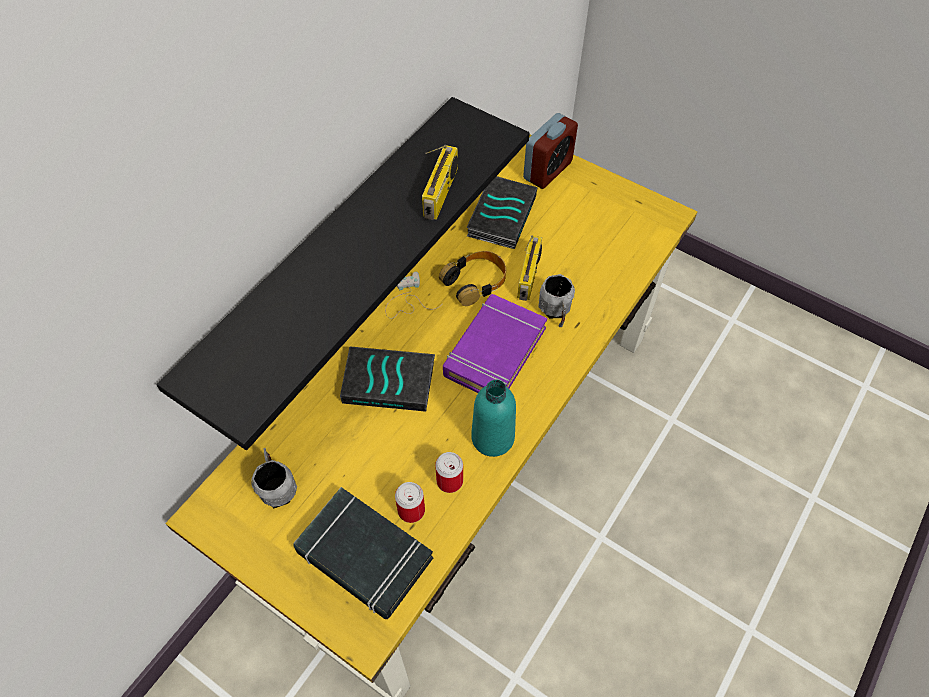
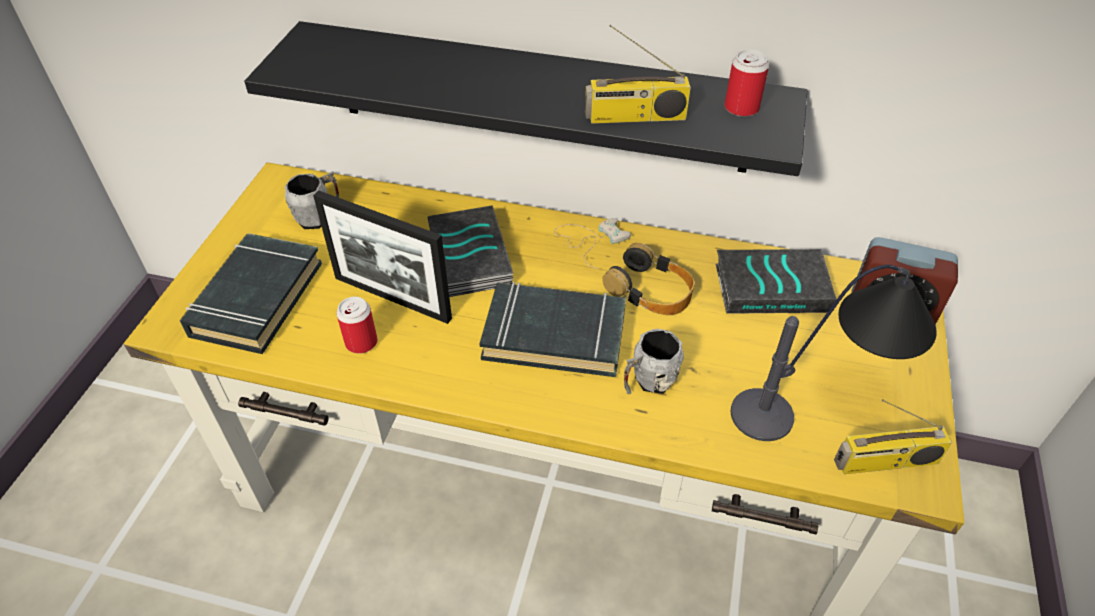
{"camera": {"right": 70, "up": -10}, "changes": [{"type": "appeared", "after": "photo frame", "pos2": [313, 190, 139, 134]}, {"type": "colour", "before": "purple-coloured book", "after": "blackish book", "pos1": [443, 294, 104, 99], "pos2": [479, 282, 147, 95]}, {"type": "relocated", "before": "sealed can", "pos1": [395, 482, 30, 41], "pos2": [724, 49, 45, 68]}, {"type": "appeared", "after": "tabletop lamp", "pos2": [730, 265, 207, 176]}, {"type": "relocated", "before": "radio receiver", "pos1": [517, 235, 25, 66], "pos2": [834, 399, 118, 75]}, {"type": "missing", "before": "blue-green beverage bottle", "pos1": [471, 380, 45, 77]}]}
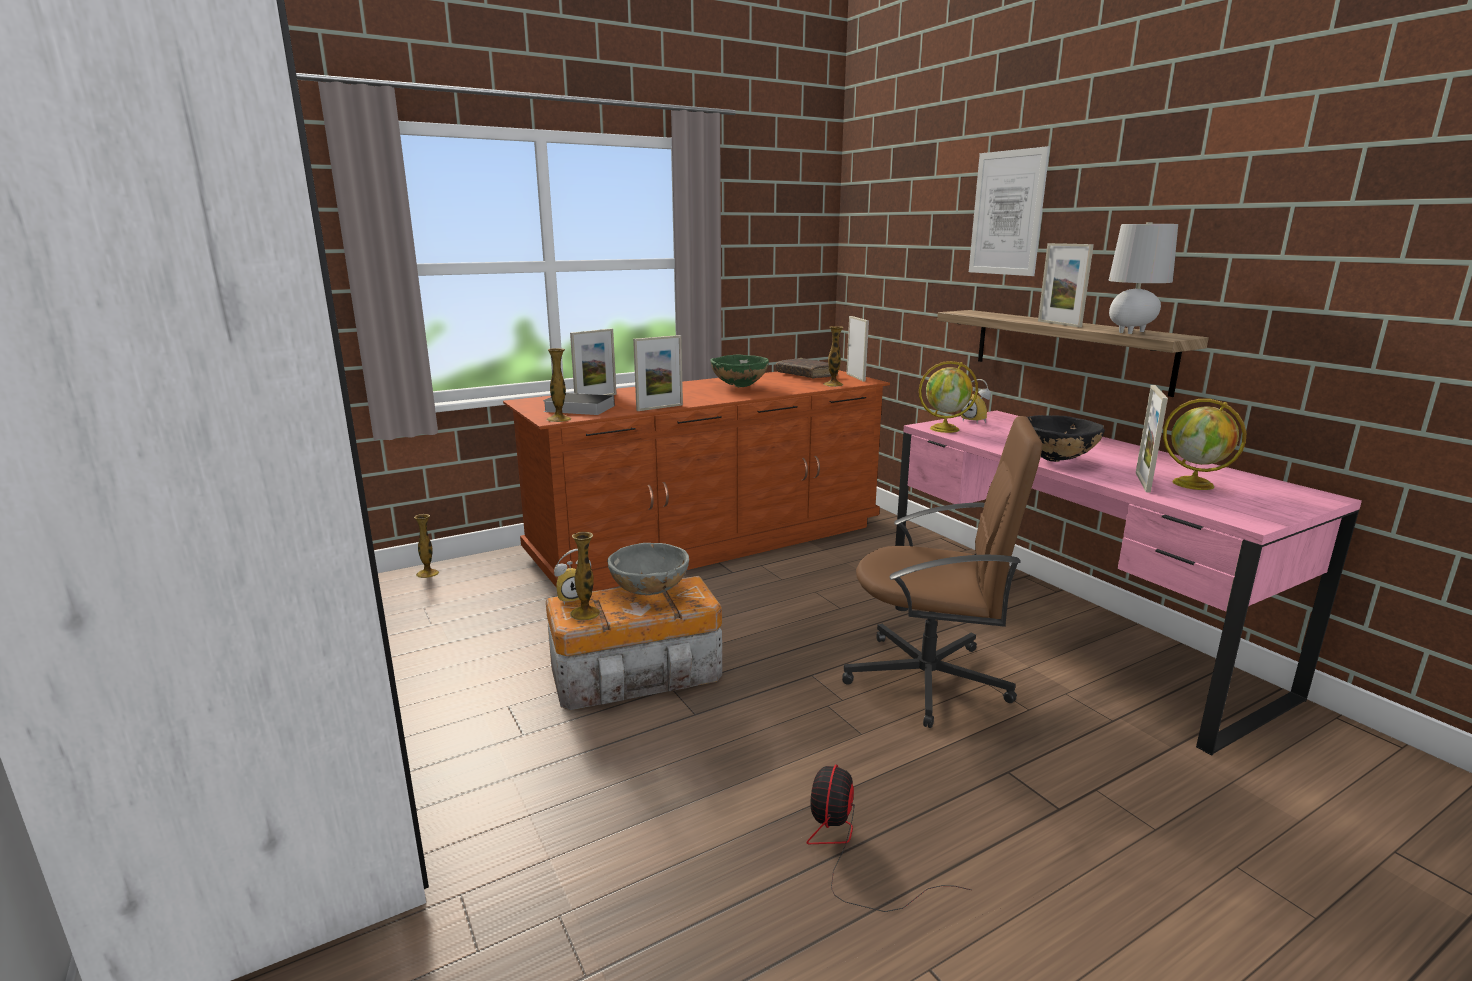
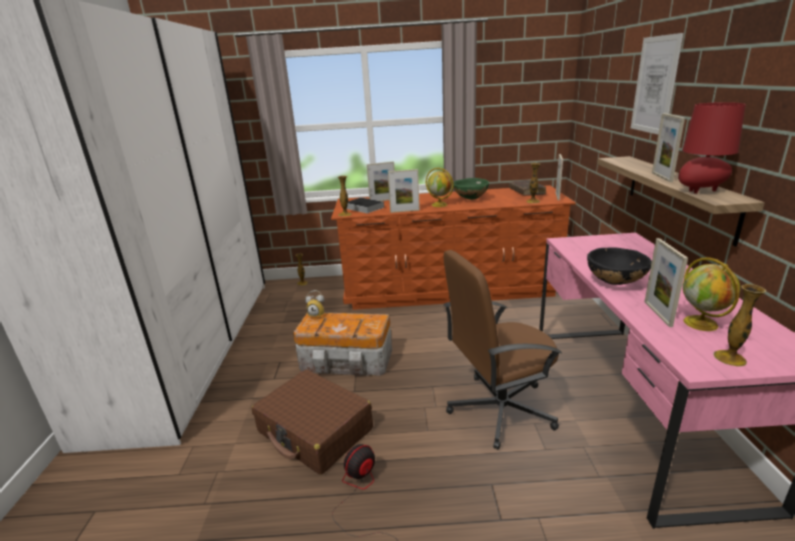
{"camera": {"right": 30, "up": 5}, "changes": [{"type": "appeared", "after": "brown travel case", "pos2": [252, 370, 121, 105]}, {"type": "relocated", "before": "globe", "pos1": [919, 361, 59, 72], "pos2": [426, 168, 28, 39]}, {"type": "spun", "before": "brown desk chair", "pos1": [842, 416, 200, 312], "pos2": [444, 250, 118, 200], "turn": 120}, {"type": "spun", "before": "photo frame", "pos1": [1136, 385, 32, 108], "pos2": [644, 238, 44, 89], "turn": -45}, {"type": "colour", "before": "greyish tabletop lamp", "after": "red-coloured tabletop lamp", "pos1": [1108, 222, 70, 112], "pos2": [678, 102, 68, 91]}, {"type": "relocated", "before": "vase", "pos1": [570, 532, 30, 88], "pos2": [713, 284, 53, 83]}, {"type": "missing", "before": "greyish bowl", "pos1": [607, 543, 82, 52]}, {"type": "missing", "before": "alarm clock", "pos1": [961, 379, 30, 44]}]}
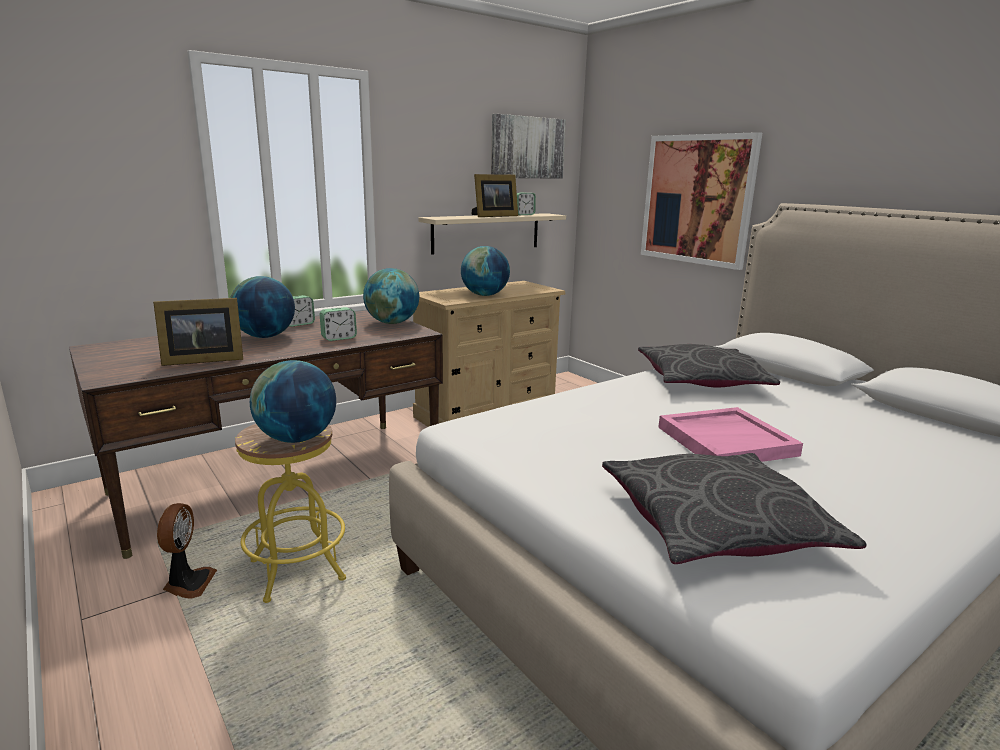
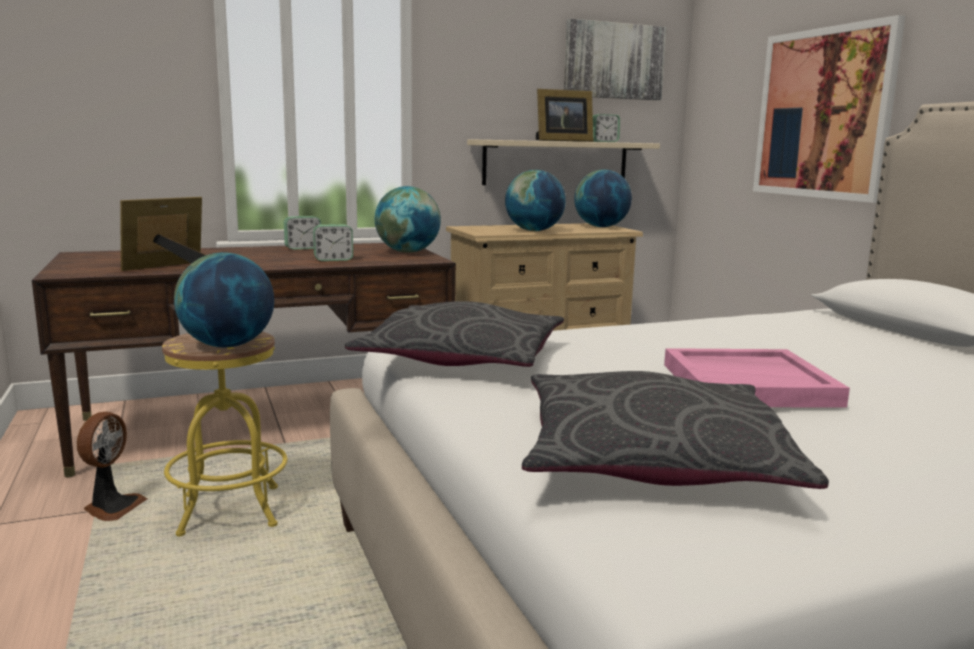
{"camera": {"right": 15, "up": -5}, "changes": [{"type": "spun", "before": "photo frame", "pos1": [153, 298, 90, 68], "pos2": [120, 197, 86, 74], "turn": 135}, {"type": "relocated", "before": "greyish cushion", "pos1": [638, 344, 142, 43], "pos2": [345, 301, 219, 66]}, {"type": "relocated", "before": "globe", "pos1": [230, 276, 65, 62], "pos2": [574, 170, 58, 57]}]}
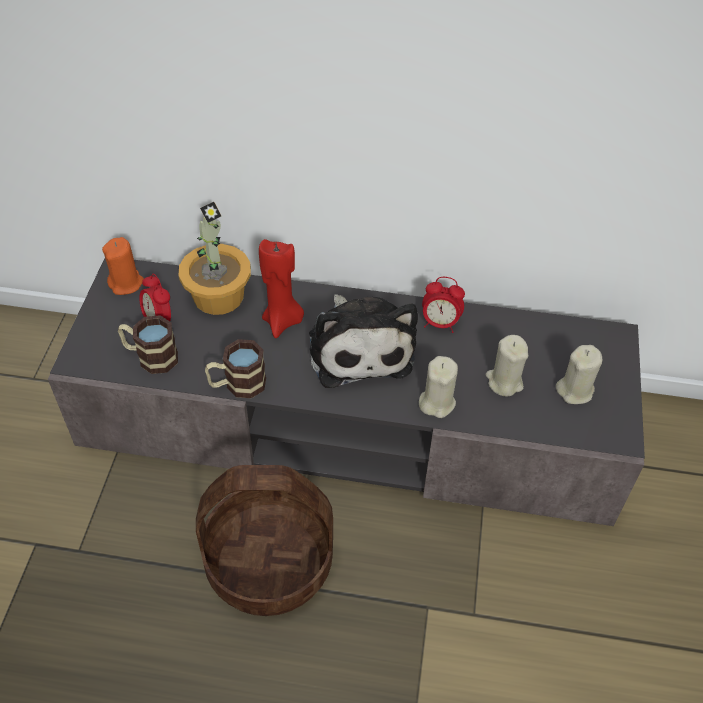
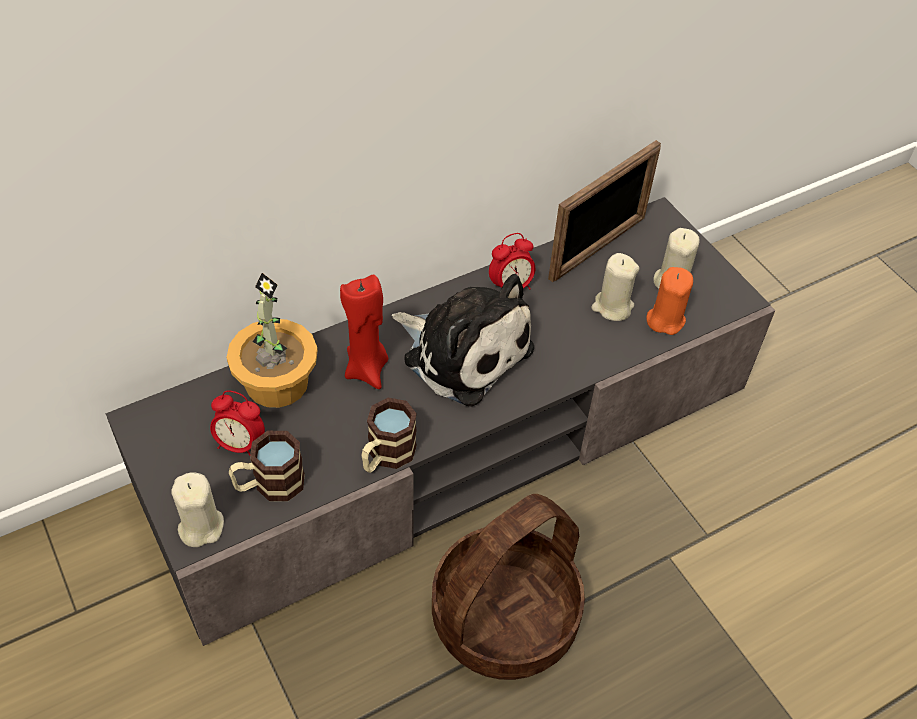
{"camera": {"right": -40, "up": 0}, "changes": [{"type": "relocated", "before": "beige wax candle", "pos1": [419, 356, 39, 62], "pos2": [172, 472, 52, 75]}, {"type": "appeared", "after": "photo frame", "pos2": [548, 140, 113, 142]}, {"type": "relocated", "before": "orange wax candle", "pos1": [102, 237, 42, 58], "pos2": [646, 267, 47, 68]}]}
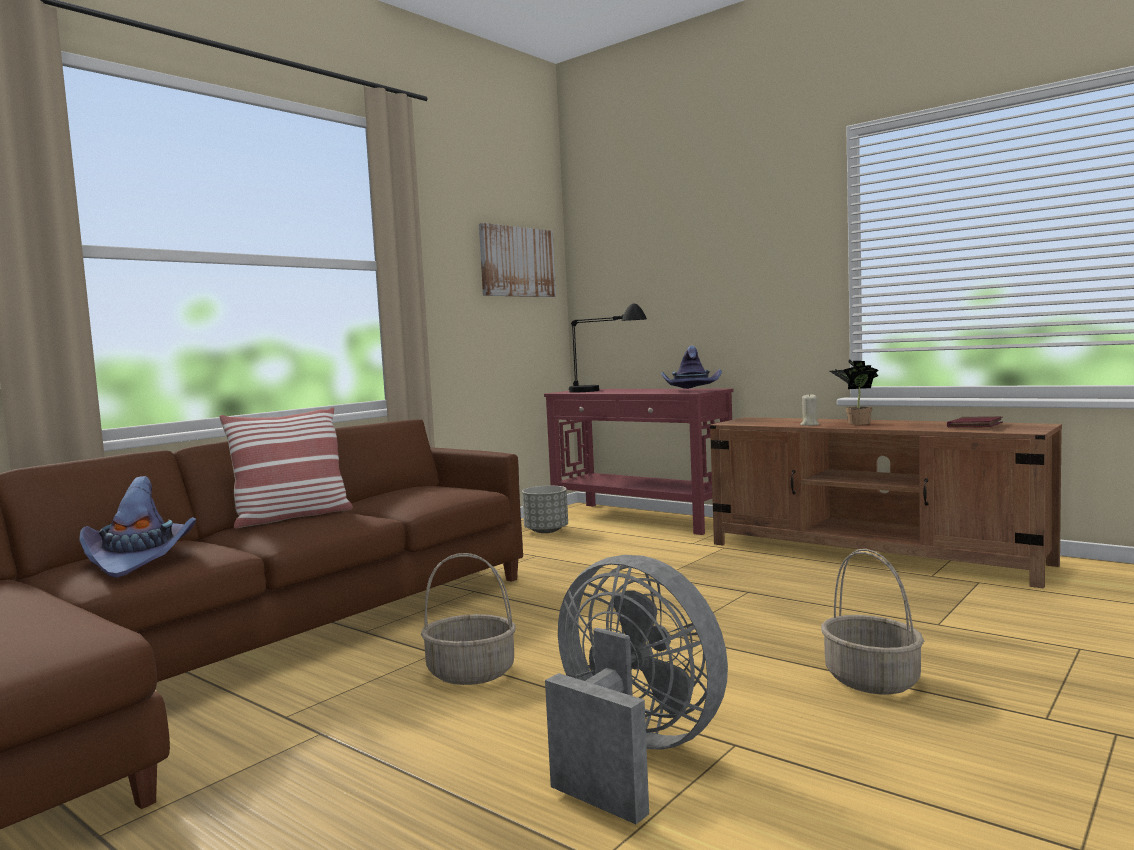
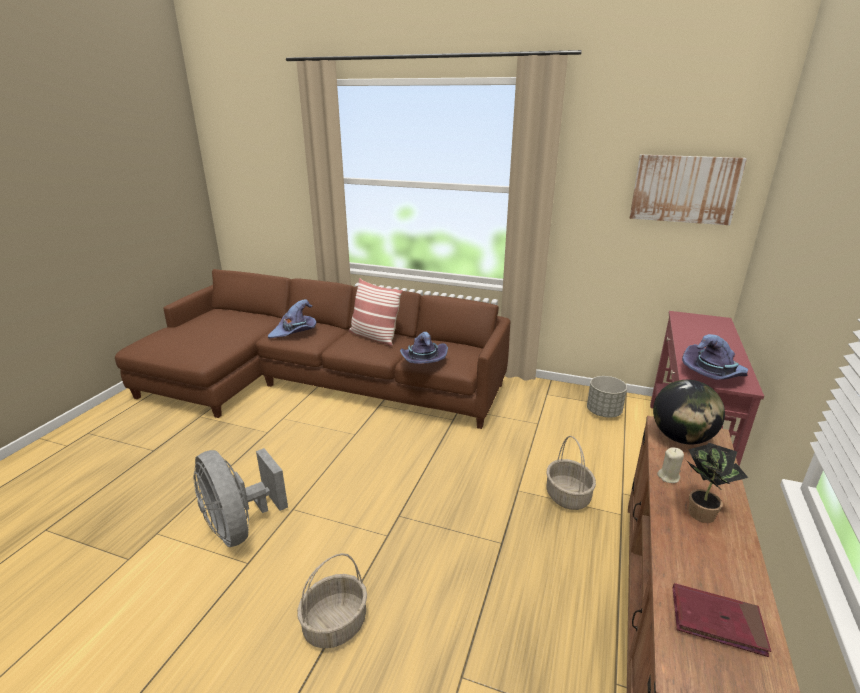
{"camera": {"right": 70, "up": 20}, "changes": [{"type": "spun", "before": "greyish cooling fan", "pos1": [545, 555, 183, 269], "pos2": [193, 448, 95, 99], "turn": 120}, {"type": "appeared", "after": "purple-coloured hat", "pos2": [400, 332, 48, 32]}, {"type": "relocated", "before": "household basket", "pos1": [421, 553, 95, 132], "pos2": [546, 436, 50, 74]}, {"type": "appeared", "after": "globe", "pos2": [653, 380, 72, 64]}, {"type": "missing", "before": "blackish tabletop lamp", "pos1": [569, 304, 78, 88]}]}
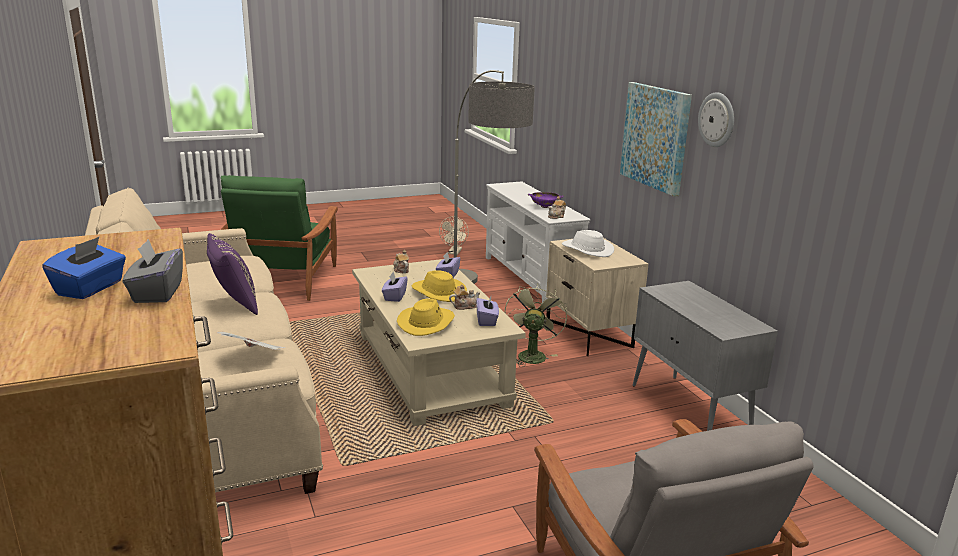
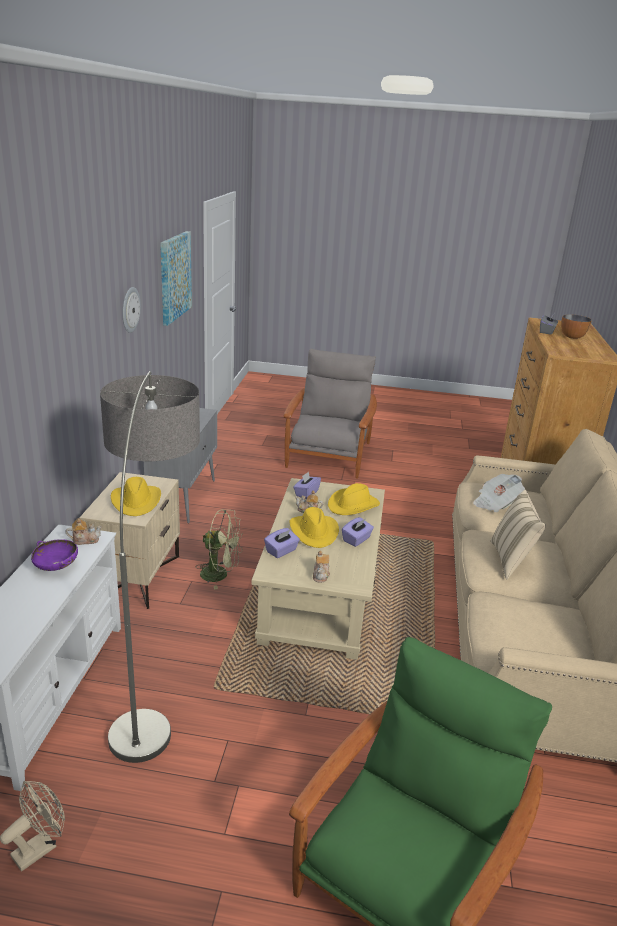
{"camera": {"right": -150, "up": 5}, "changes": [{"type": "colour", "before": "whitish hat", "after": "yellowish hat", "pos1": [562, 230, 52, 27], "pos2": [111, 477, 50, 39]}, {"type": "relocated", "before": "wall picture", "pos1": [620, 82, 72, 115], "pos2": [160, 231, 32, 95]}, {"type": "spun", "before": "greenish cooling fan", "pos1": [505, 283, 62, 84], "pos2": [197, 509, 46, 81], "turn": -120}, {"type": "colour", "before": "purple-coloured cushion", "after": "beige cushion", "pos1": [207, 233, 51, 82], "pos2": [491, 490, 55, 90]}, {"type": "exchanged", "before": "blue box of tissues", "after": "bowl", "pos1": [42, 237, 84, 62], "pos2": [561, 314, 31, 25]}]}
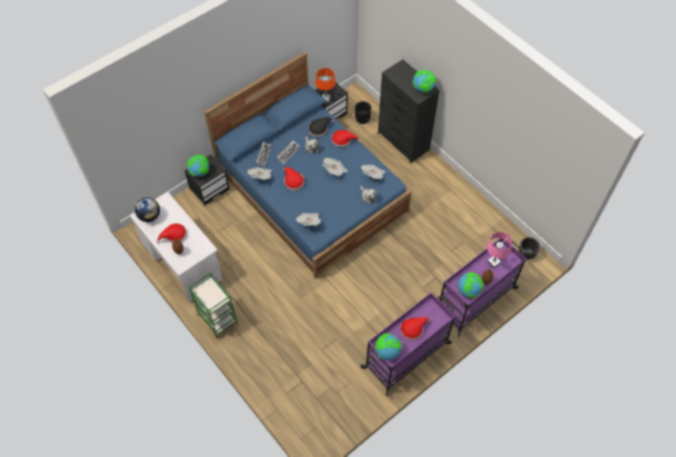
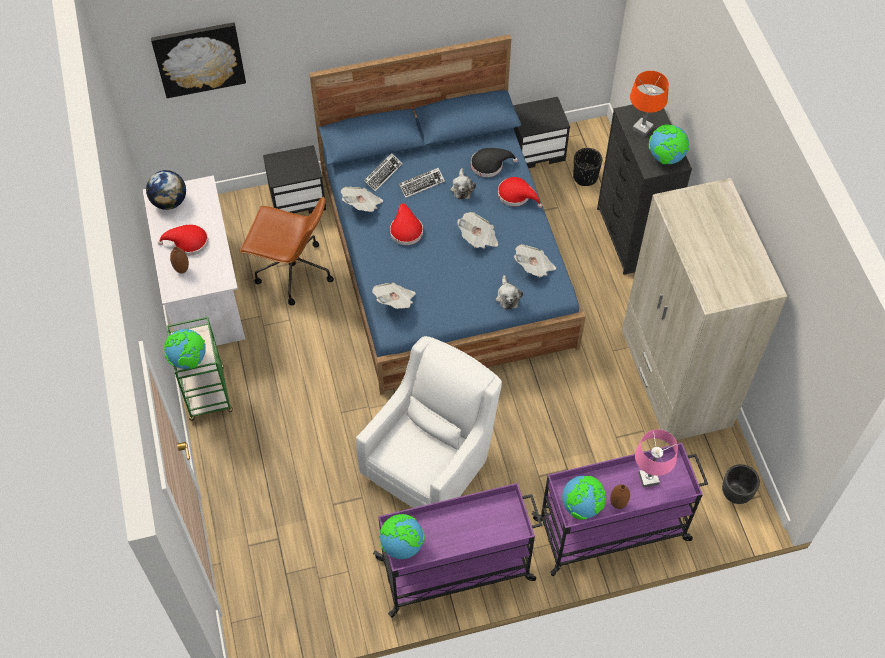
{"camera": {"right": 25, "up": 0}, "changes": [{"type": "appeared", "after": "wall picture", "pos2": [151, 22, 95, 76]}, {"type": "relocated", "before": "globe", "pos1": [187, 155, 22, 22], "pos2": [164, 329, 42, 40]}, {"type": "appeared", "after": "brown desk chair", "pos2": [240, 197, 94, 108]}, {"type": "appeared", "after": "whitish easy chair", "pos2": [356, 336, 146, 172]}, {"type": "appeared", "after": "beige clothes cupboard", "pos2": [622, 178, 165, 265]}, {"type": "relocated", "before": "orange tabletop lamp", "pos1": [315, 68, 21, 35], "pos2": [630, 71, 39, 66]}, {"type": "missing", "before": "red-coloured hat", "pos1": [400, 317, 30, 23]}]}
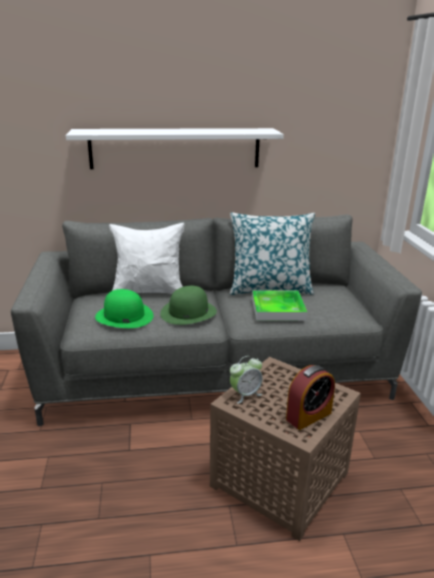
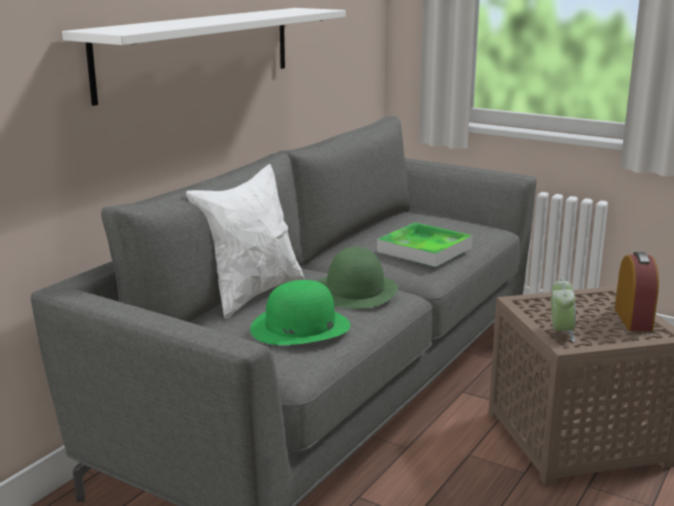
{"camera": {"right": -50, "up": -5}, "changes": [{"type": "missing", "before": "cushion", "pos1": [230, 212, 85, 83]}]}
